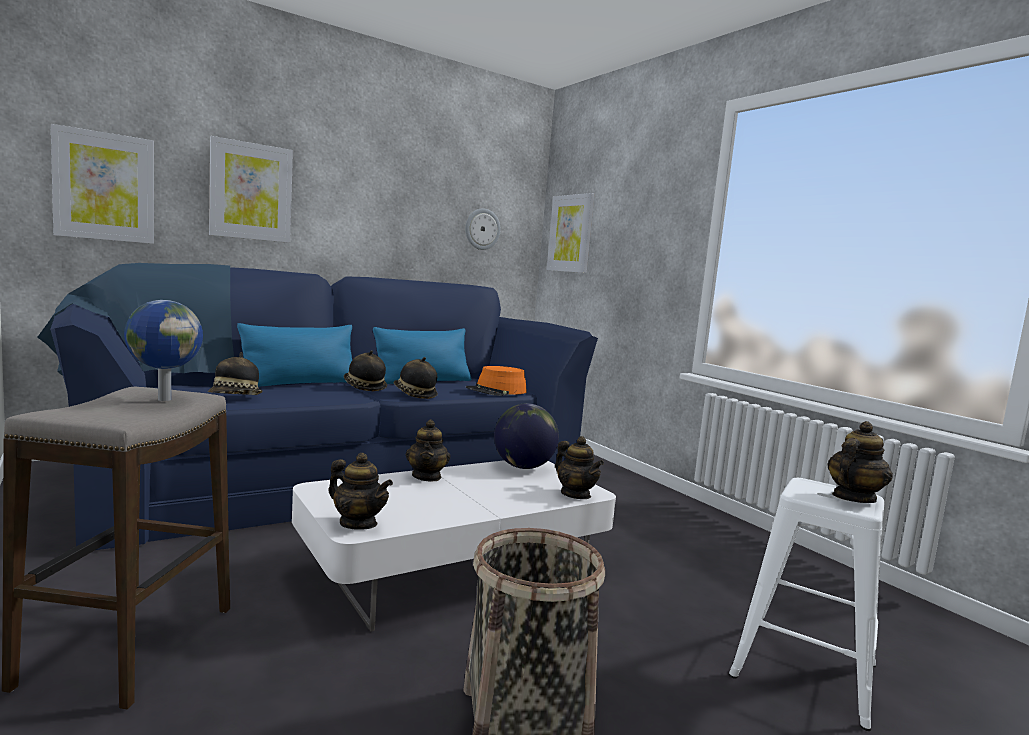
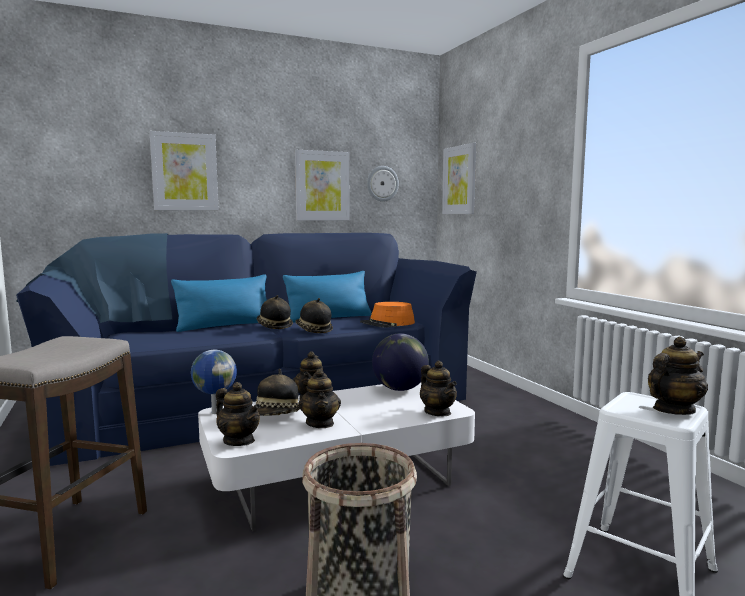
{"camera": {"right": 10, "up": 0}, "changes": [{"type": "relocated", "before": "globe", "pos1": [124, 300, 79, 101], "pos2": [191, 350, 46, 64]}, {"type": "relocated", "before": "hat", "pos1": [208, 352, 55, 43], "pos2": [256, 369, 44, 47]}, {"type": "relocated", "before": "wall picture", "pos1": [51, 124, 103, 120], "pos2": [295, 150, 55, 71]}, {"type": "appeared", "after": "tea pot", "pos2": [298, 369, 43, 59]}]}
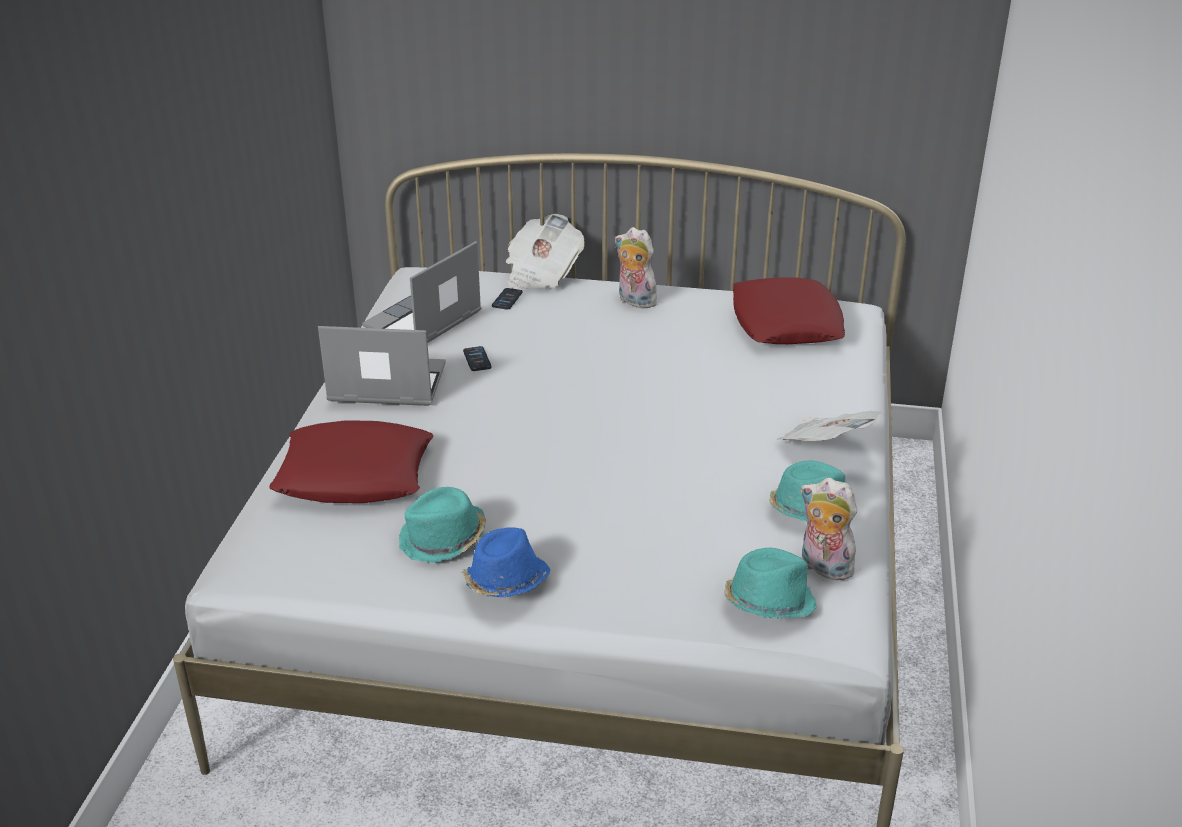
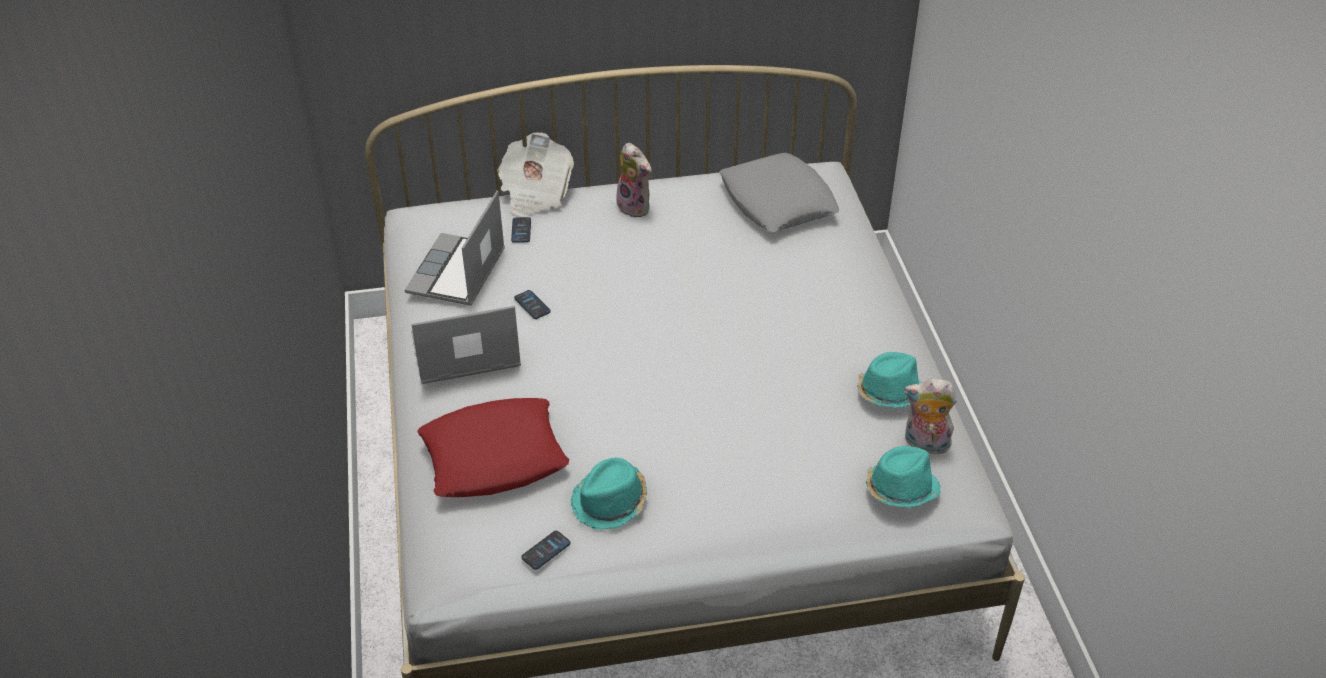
{"camera": {"right": -20, "up": 10}, "changes": [{"type": "appeared", "after": "phone", "pos2": [521, 531, 49, 39]}, {"type": "spun", "before": "soft toy", "pos1": [615, 227, 44, 81], "pos2": [616, 143, 36, 75], "turn": -150}, {"type": "colour", "before": "red-coloured cushion", "after": "greyish cushion", "pos1": [733, 277, 112, 67], "pos2": [720, 153, 119, 79]}, {"type": "missing", "before": "blue hat", "pos1": [462, 527, 88, 71]}, {"type": "missing", "before": "daily paper", "pos1": [777, 411, 108, 30]}]}
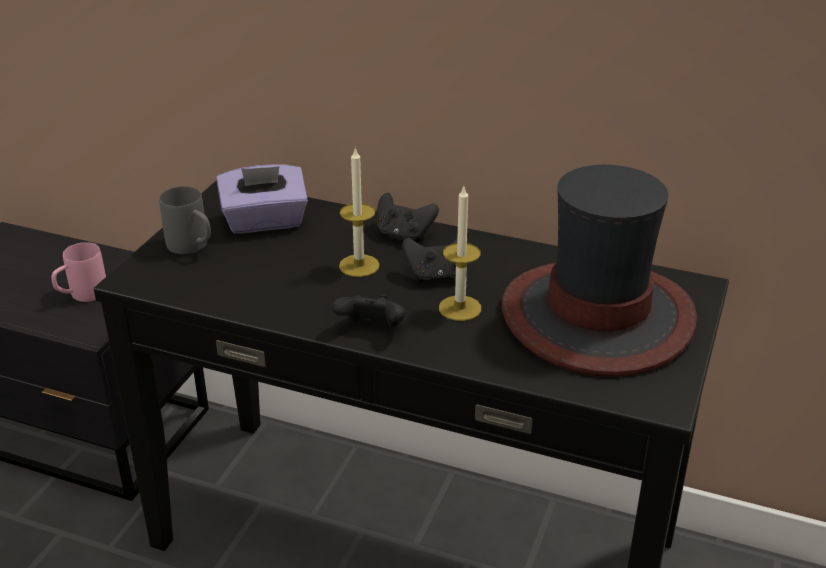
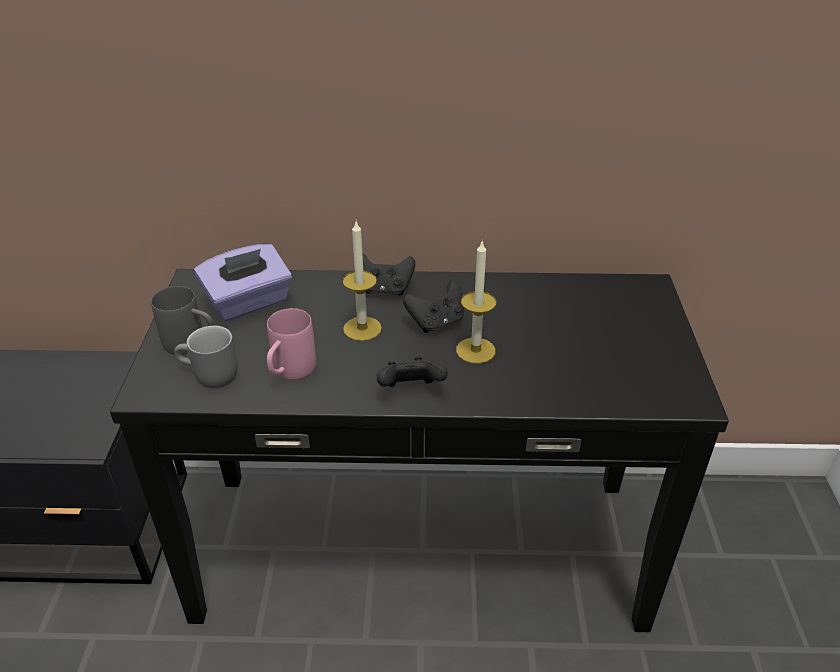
{"camera": {"right": -20, "up": 5}, "changes": [{"type": "appeared", "after": "greyish tea mug", "pos2": [174, 326, 64, 62]}, {"type": "relocated", "before": "pink-coloured tea mug", "pos1": [51, 242, 55, 60], "pos2": [267, 308, 49, 72]}, {"type": "missing", "before": "hat", "pos1": [502, 165, 195, 212]}]}
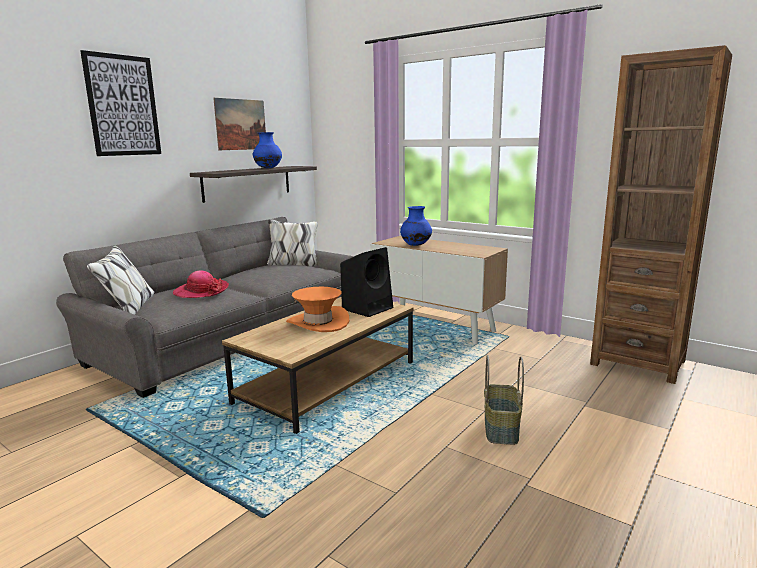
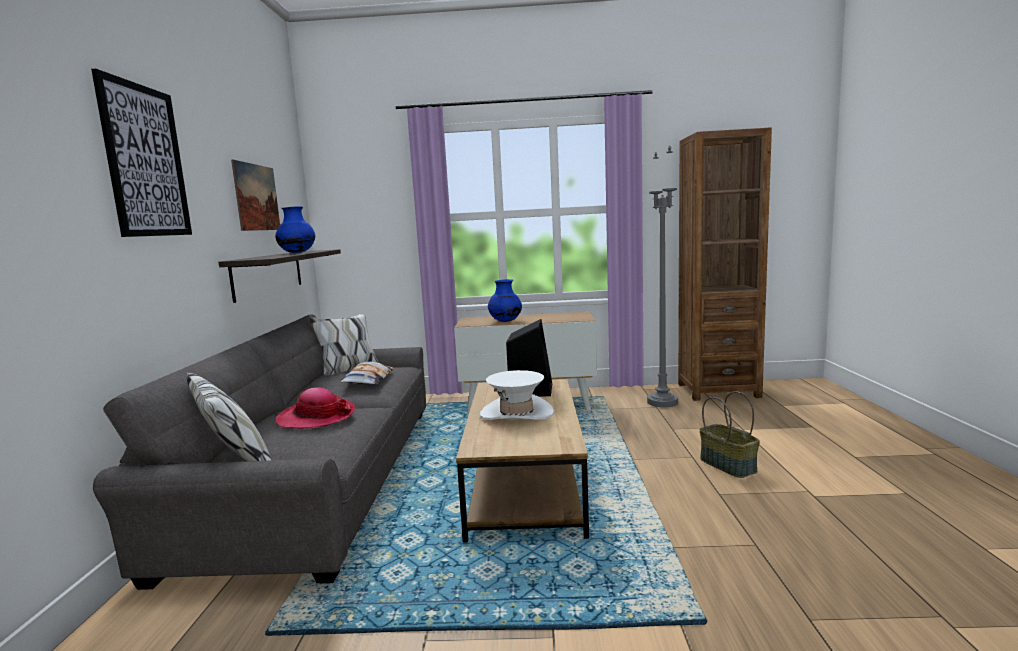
{"camera": {"right": -35, "up": -5}, "changes": [{"type": "appeared", "after": "cushion", "pos2": [340, 362, 54, 22]}, {"type": "colour", "before": "orange hat", "after": "whitish hat", "pos1": [286, 287, 63, 45], "pos2": [480, 370, 74, 50]}, {"type": "appeared", "after": "greyish standing lamp", "pos2": [647, 146, 31, 261]}]}
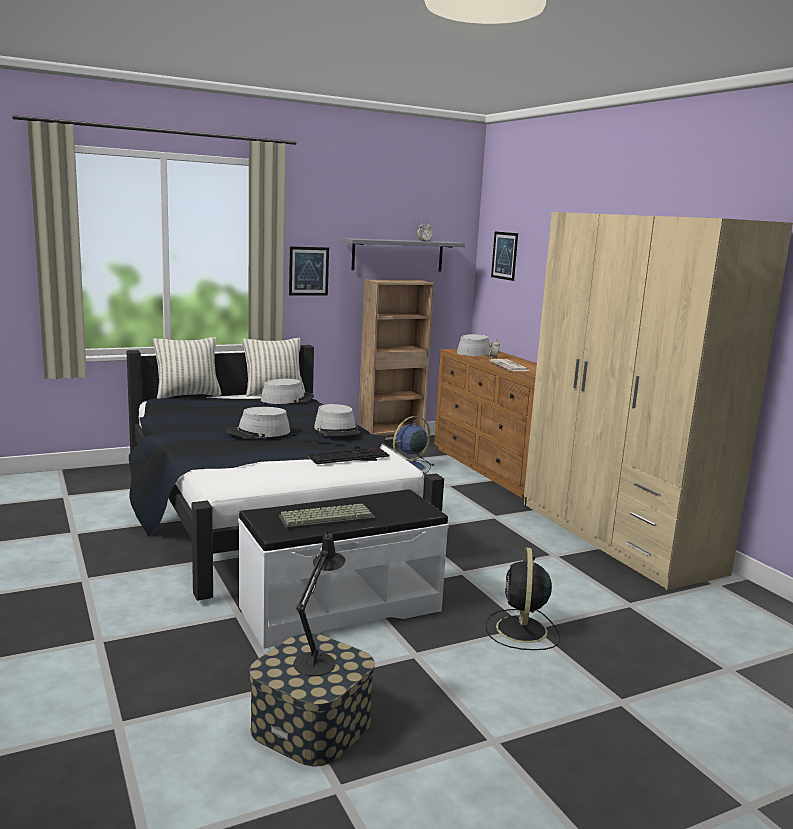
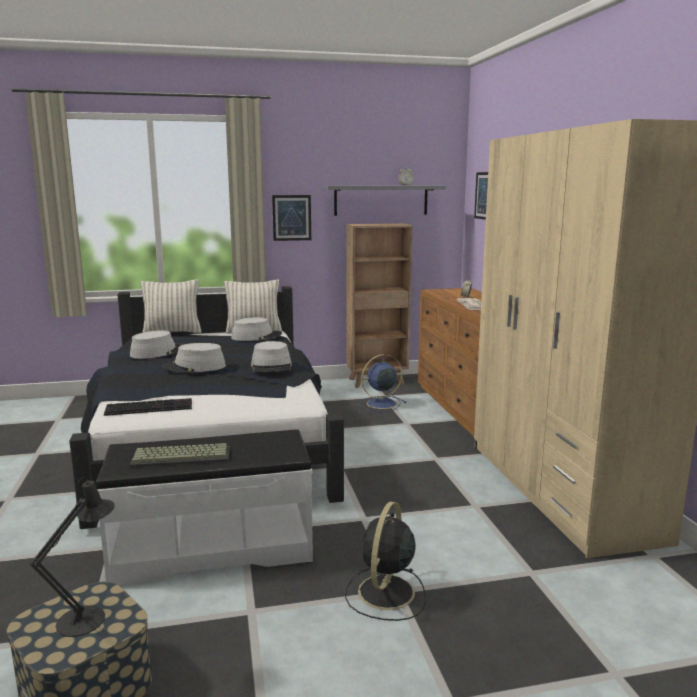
{"camera": {"right": 15, "up": 0}, "changes": [{"type": "relocated", "before": "computer keyboard", "pos1": [307, 447, 83, 17], "pos2": [104, 398, 88, 18]}, {"type": "relocated", "before": "greyish hat", "pos1": [457, 334, 33, 22], "pos2": [130, 330, 54, 29]}]}
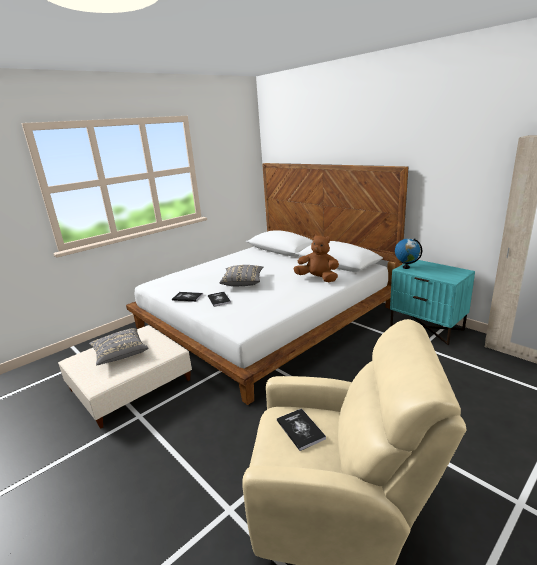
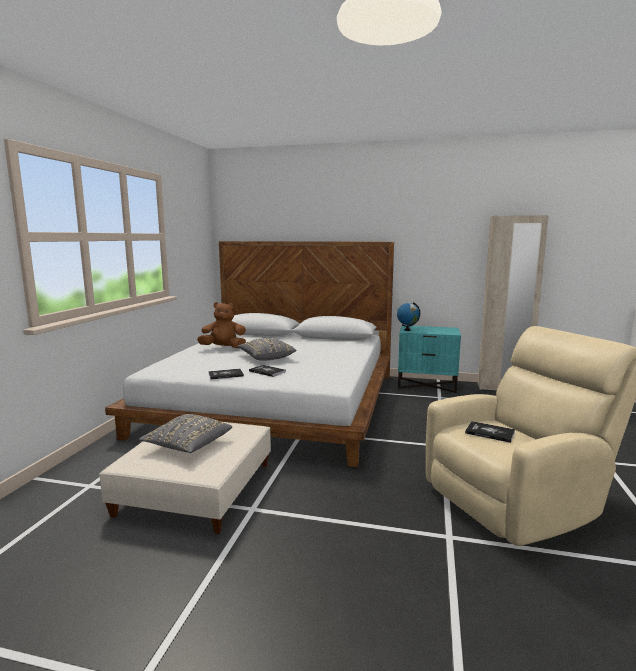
{"camera": {"right": -35, "up": -10}, "changes": [{"type": "relocated", "before": "brown soft toy", "pos1": [294, 234, 45, 48], "pos2": [197, 302, 49, 47]}]}
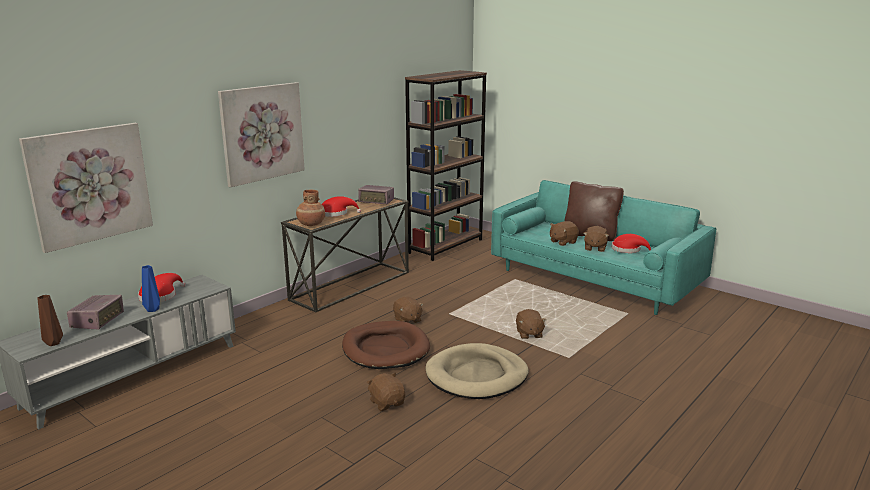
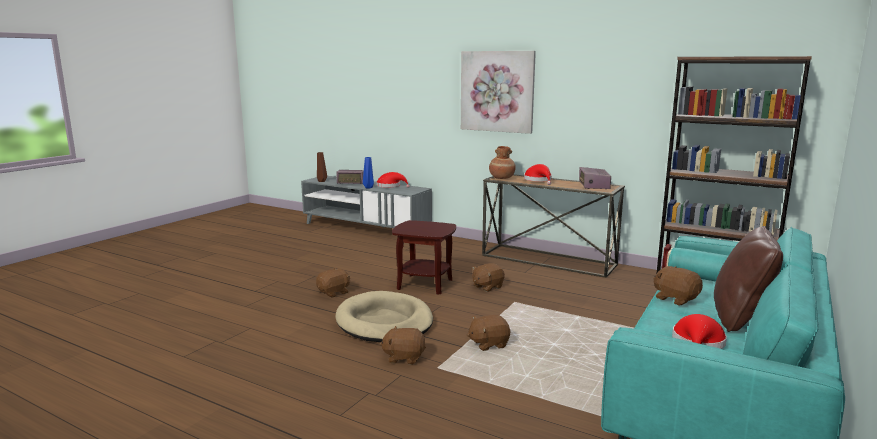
{"camera": {"right": 80, "up": -5}, "changes": [{"type": "relocated", "before": "brown soft toy", "pos1": [584, 226, 25, 26], "pos2": [380, 326, 46, 39]}, {"type": "exchanged", "before": "brown dog cushion", "after": "brown end table", "pos1": [342, 321, 88, 48], "pos2": [392, 220, 64, 75]}, {"type": "missing", "before": "wall picture", "pos1": [19, 123, 134, 130]}]}
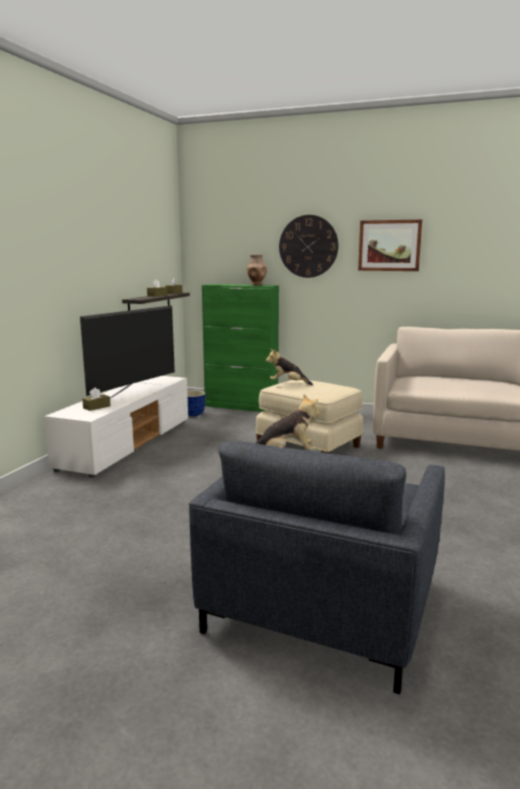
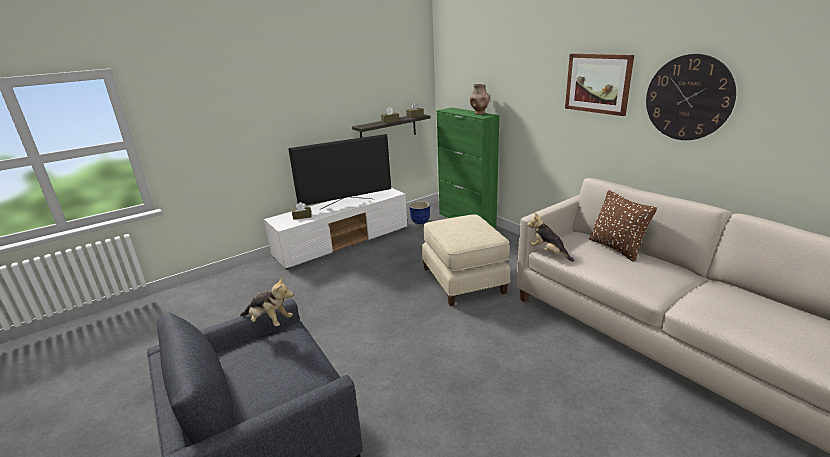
{"camera": {"right": 35, "up": 10}, "changes": [{"type": "relocated", "before": "soft toy", "pos1": [266, 349, 47, 36], "pos2": [527, 213, 47, 49]}, {"type": "appeared", "after": "brown cushion", "pos2": [589, 190, 68, 72]}, {"type": "relocated", "before": "clock on the wall", "pos1": [279, 215, 59, 63], "pos2": [646, 54, 90, 86]}]}
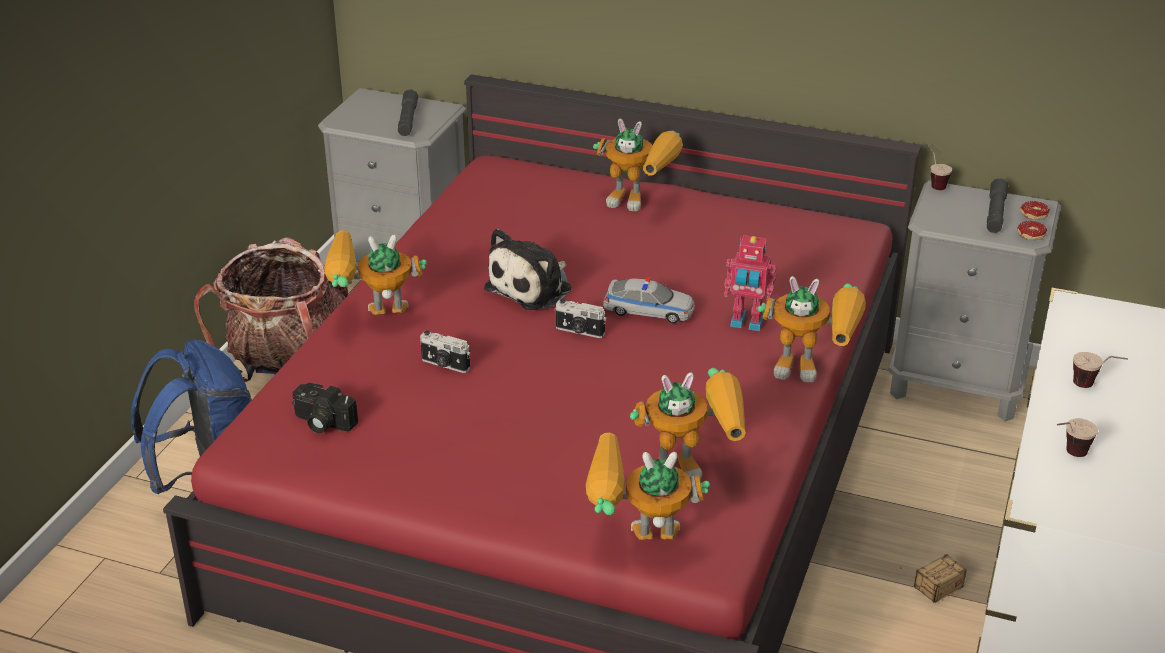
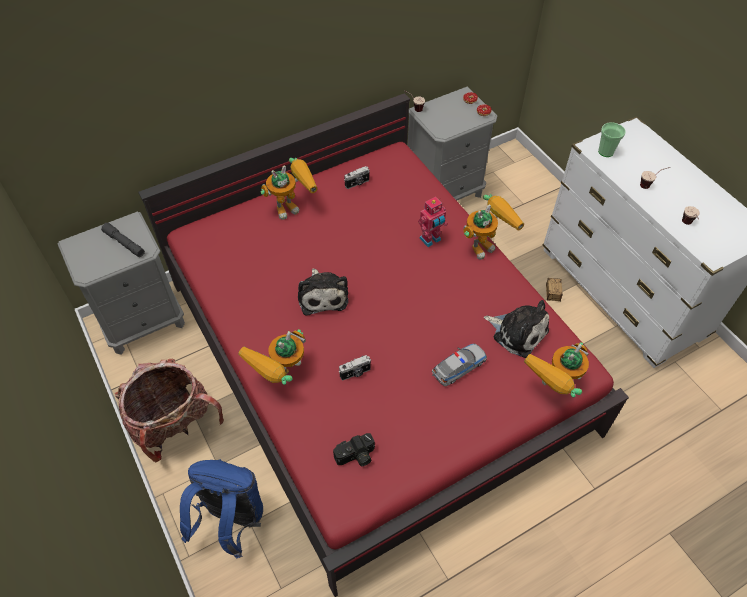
{"camera": {"right": -50, "up": 20}, "changes": [{"type": "relocated", "before": "photo camera", "pos1": [555, 299, 52, 39], "pos2": [344, 166, 26, 23]}, {"type": "relocated", "before": "toy car", "pos1": [603, 277, 92, 46], "pos2": [432, 343, 55, 43]}, {"type": "exchanged", "before": "model robot", "after": "soft toy", "pos1": [630, 368, 116, 113], "pos2": [484, 300, 65, 58]}, {"type": "appeared", "after": "drinking cup", "pos2": [598, 122, 28, 35]}, {"type": "missing", "before": "greyish torch", "pos1": [987, 178, 21, 55]}]}
